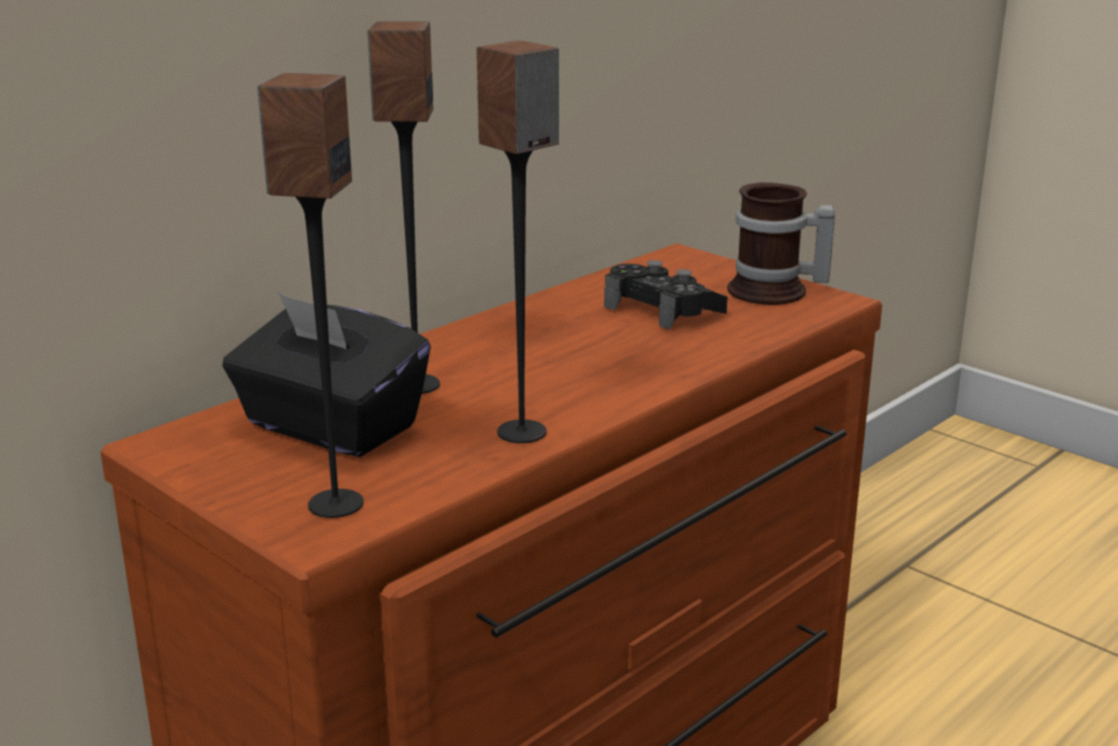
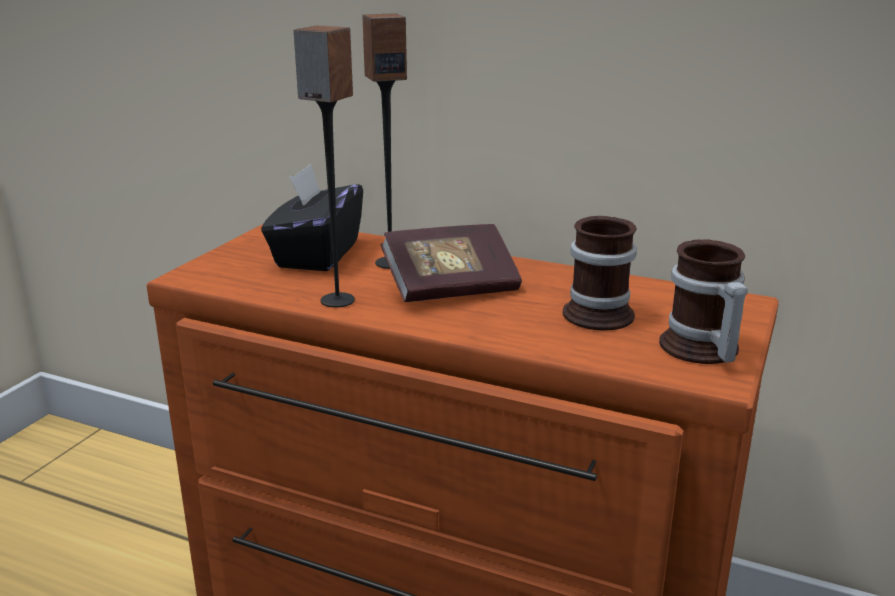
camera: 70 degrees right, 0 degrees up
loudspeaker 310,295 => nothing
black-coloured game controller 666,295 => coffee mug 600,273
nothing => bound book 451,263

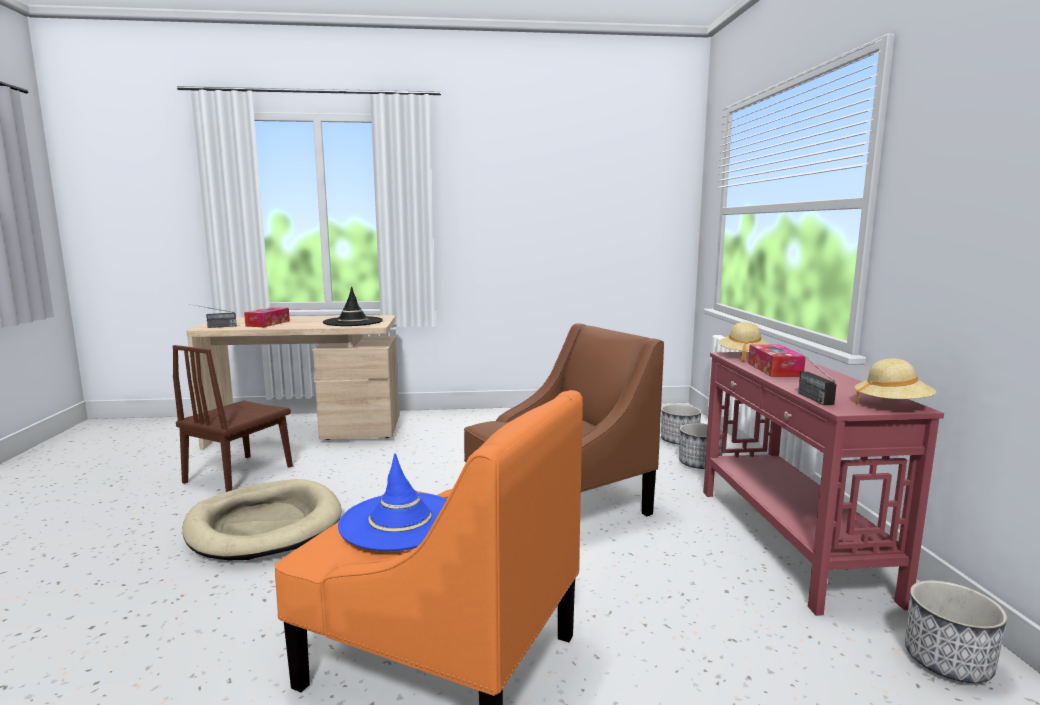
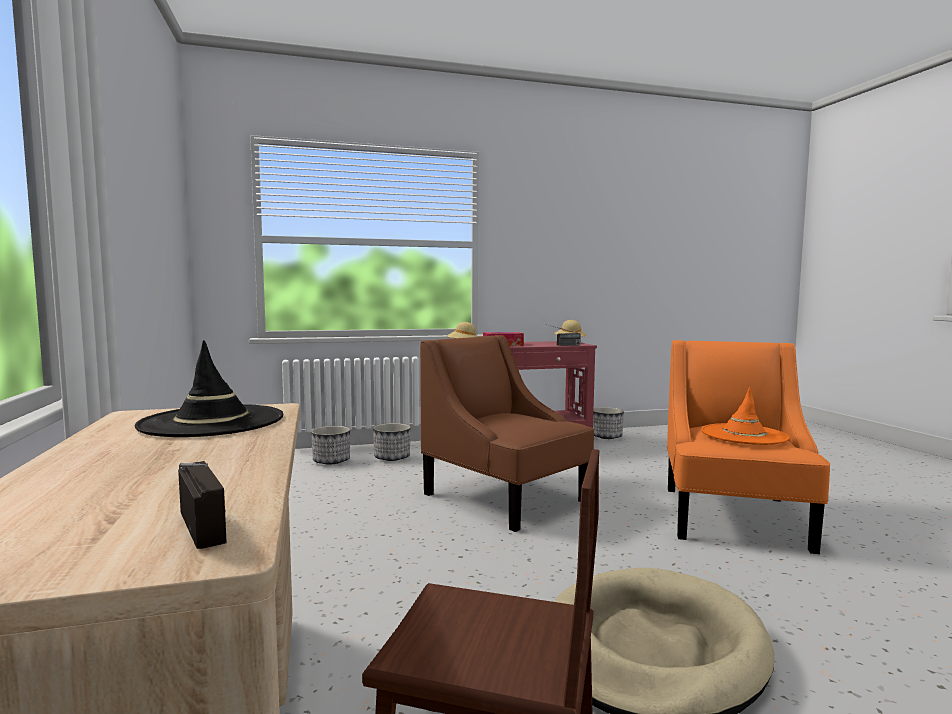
camera: 100 degrees left, 5 degrees down
box of tissues 267,317 => nothing
blue-coloured clothing hat 392,502 => orangey clothing hat 745,416

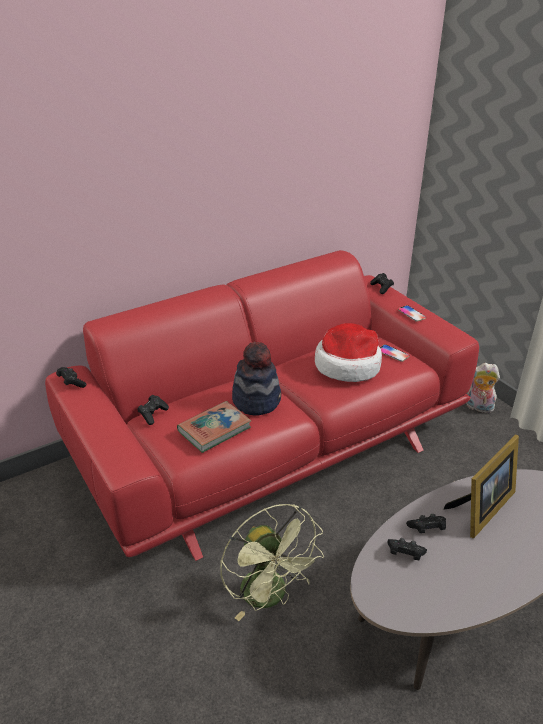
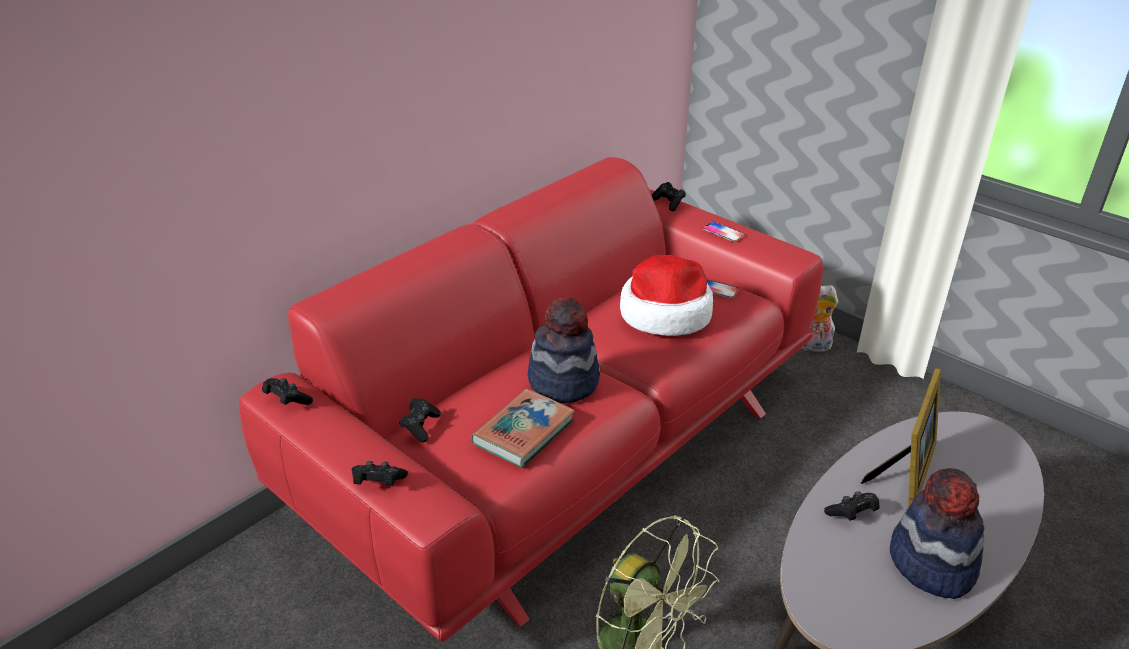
camera: 15 degrees left, 0 degrees up
black-coloured game controller 407,549 => black-coloured game controller 379,473, relocated
nothing => clothing hat 937,533

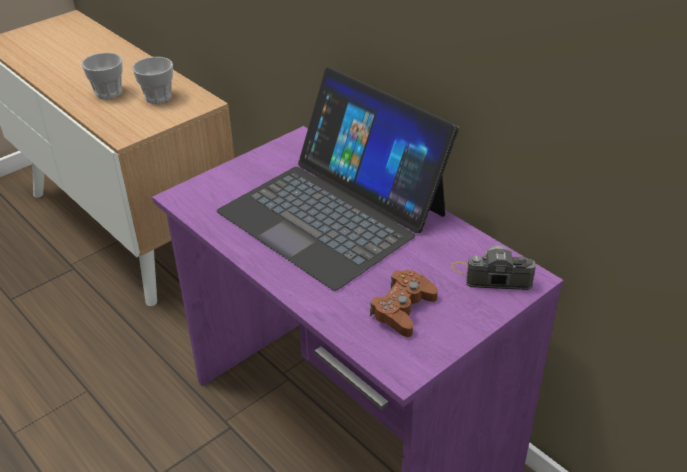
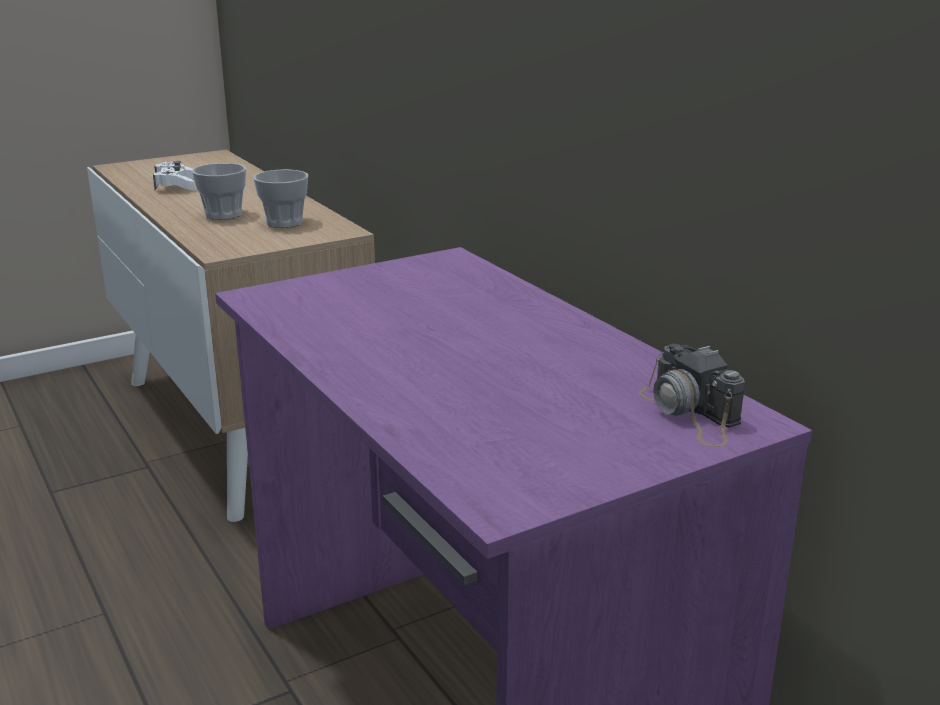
camera: 10 degrees right, 15 degrees down
portable computer 338,179 => nothing
still camera 493,267 => still camera 691,395, 135 degrees counterclockwise
brown-coloured game controller 404,303 => nothing
nothing => whitish game controller 174,176

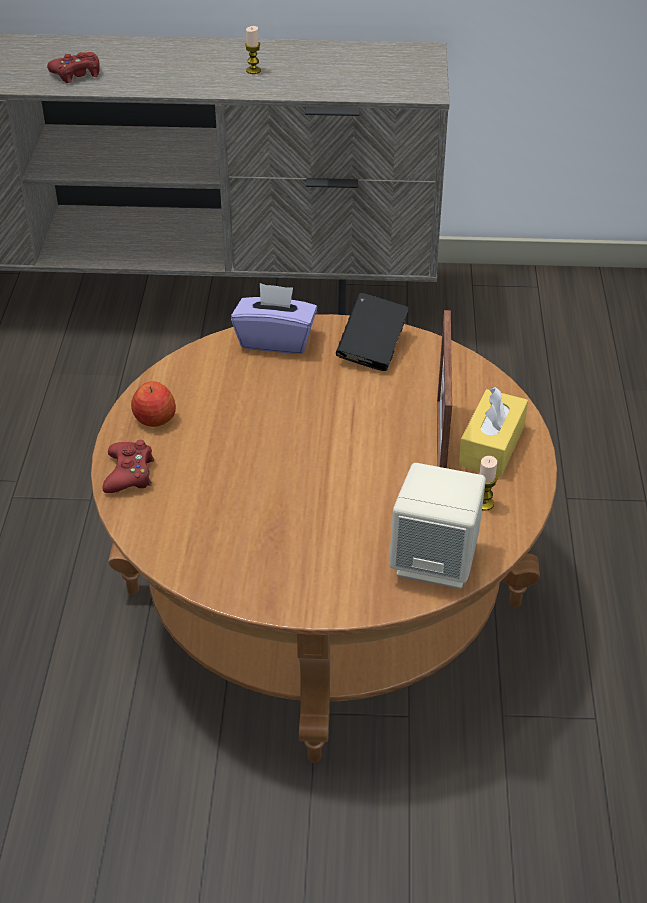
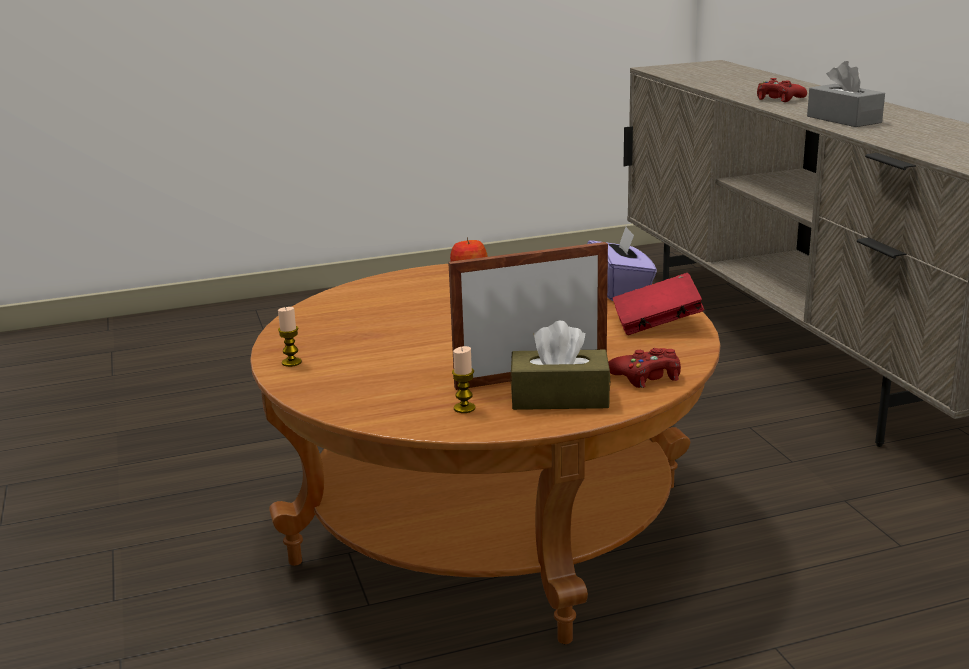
camera: 70 degrees right, 20 degrees down
candle 253,50 => candle 290,337, relocated
black-coloured bound book 372,332 => red bound book 658,304
yellow box of tissues 493,432 => brown-coloured box of tissues 560,365
red game controller 128,466 => red game controller 644,368, relocated
beige-coloured loudspeaker 437,526 => nothing
nothing => gray box of tissues 846,94

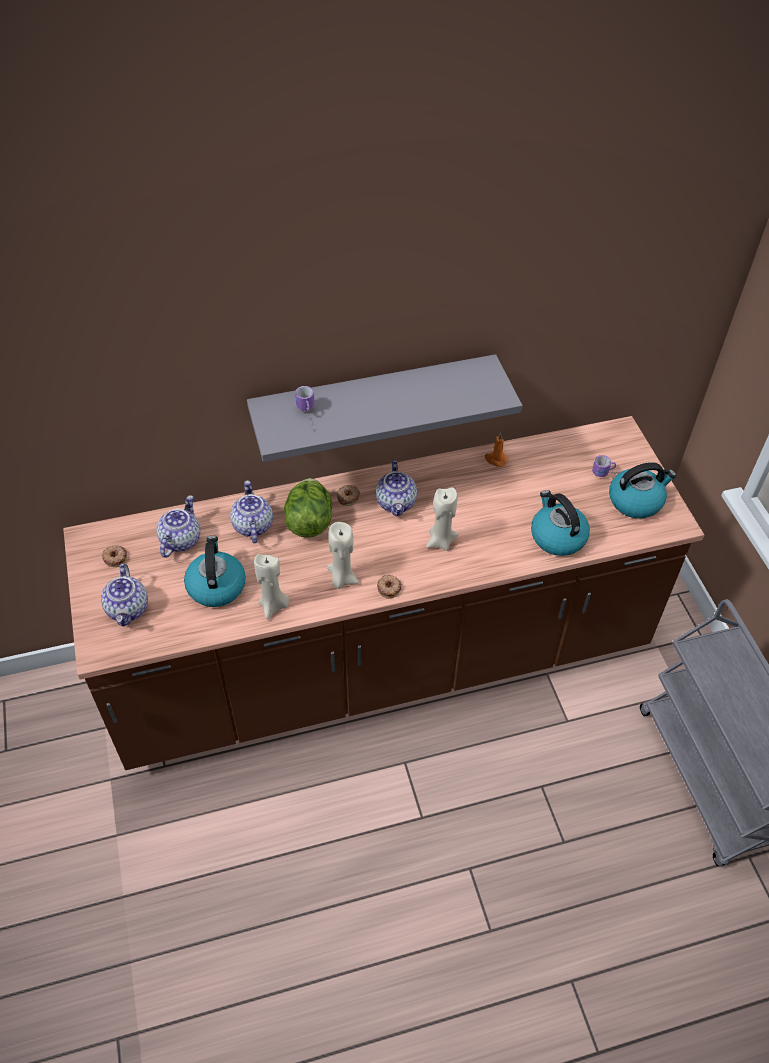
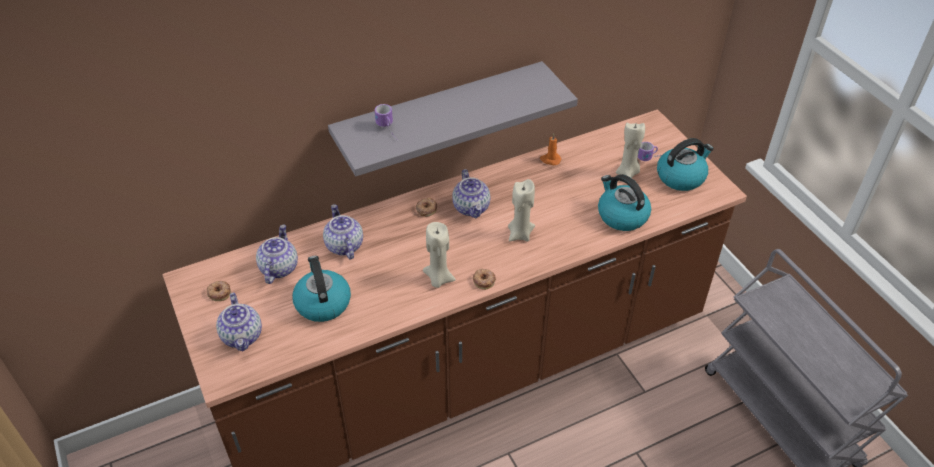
camera: 10 degrees left, 5 degrees down
lettuce 308,508 => nothing
beige-coloured candle 271,587 => beige-coloured candle 630,150, relocated

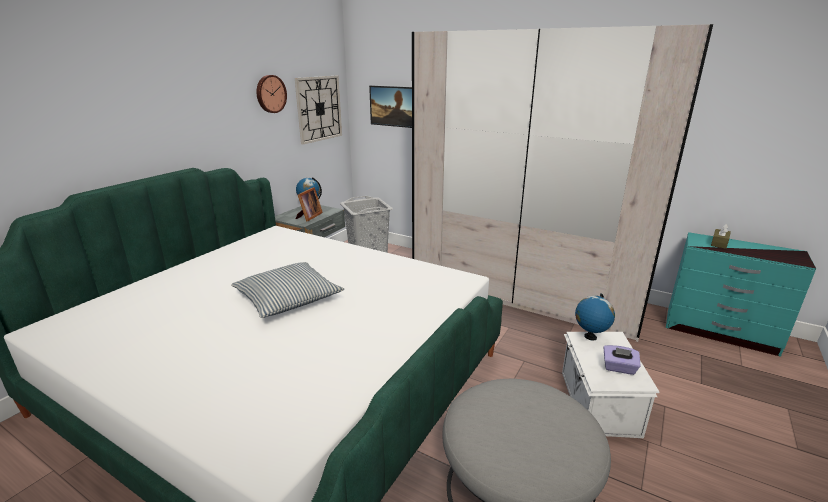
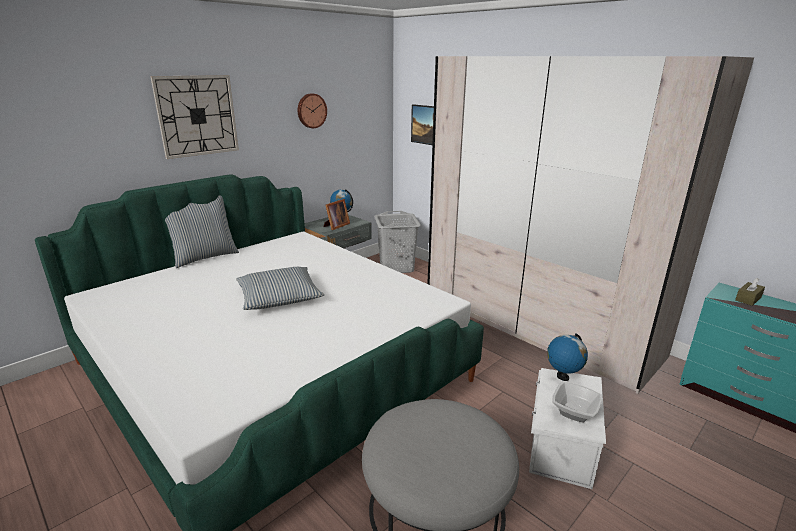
camera: 15 degrees right, 0 degrees up
clock on the wall 318,110 => clock on the wall 194,117, relocated
purple-coloured box of tissues 622,360 => serving bowl 577,402
nothing => cushion 202,231

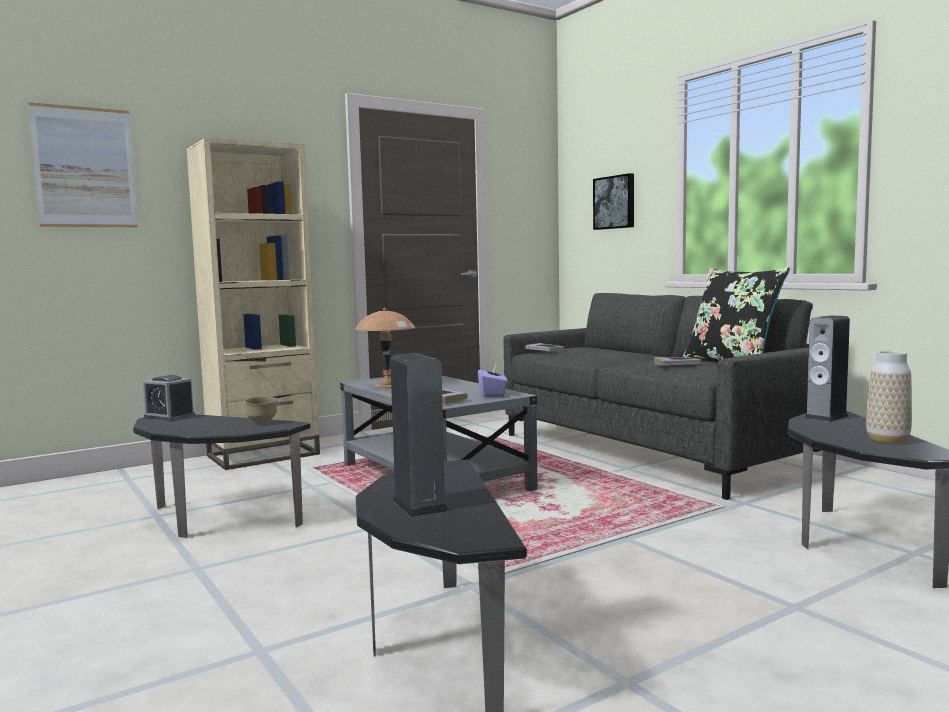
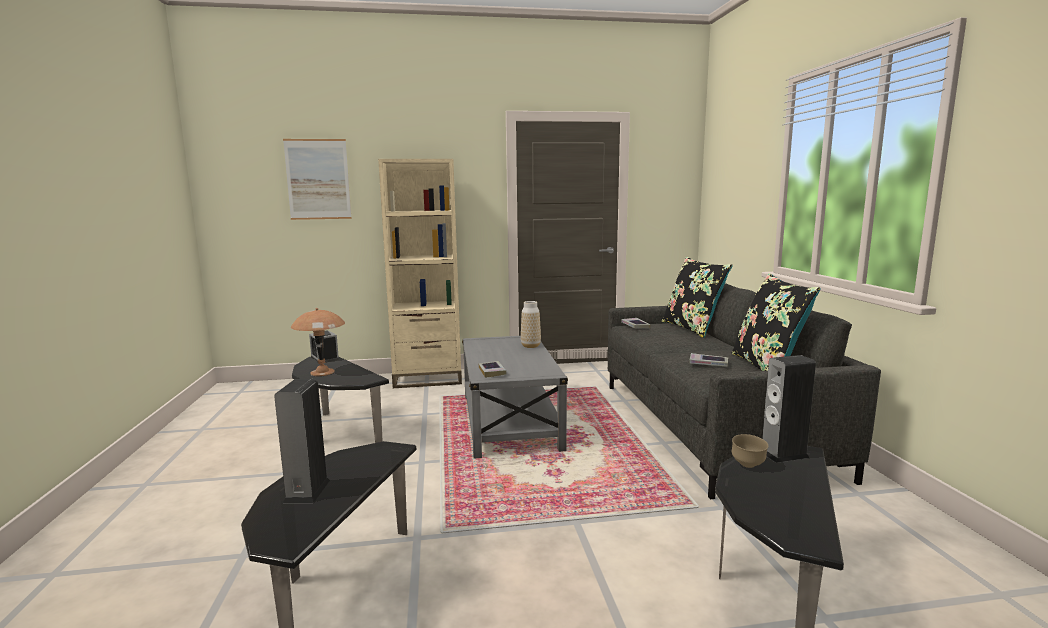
camera: 25 degrees right, 5 degrees up
wall art 613,201 => nothing
brown-coloured lamp for a table 385,348 => brown-coloured lamp for a table 318,342, relocated
flower vase 889,397 => flower vase 531,324, relocated
purple-coloured box of tissues 492,380 => nothing
brown-coloured serving bowl 261,410 => brown-coloured serving bowl 750,451, relocated
nothing => black-coloured cushion 697,297

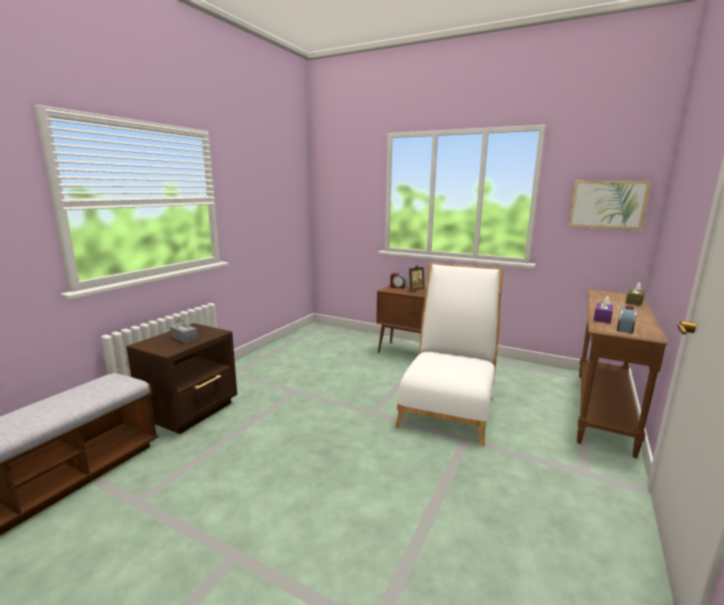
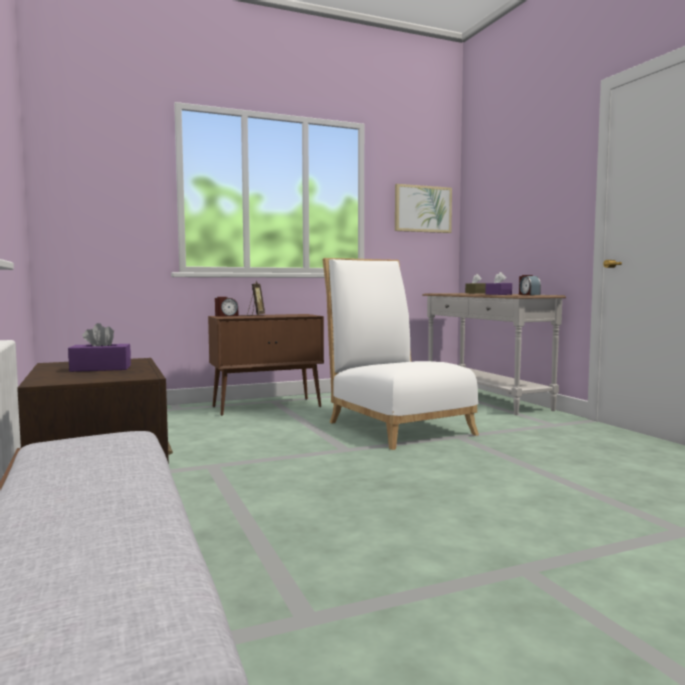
camera: 50 degrees left, 10 degrees down
brown-coloured console table 622,374 => whitish console table 494,354
gray box of tissues 184,330 => purple-coloured box of tissues 99,347

